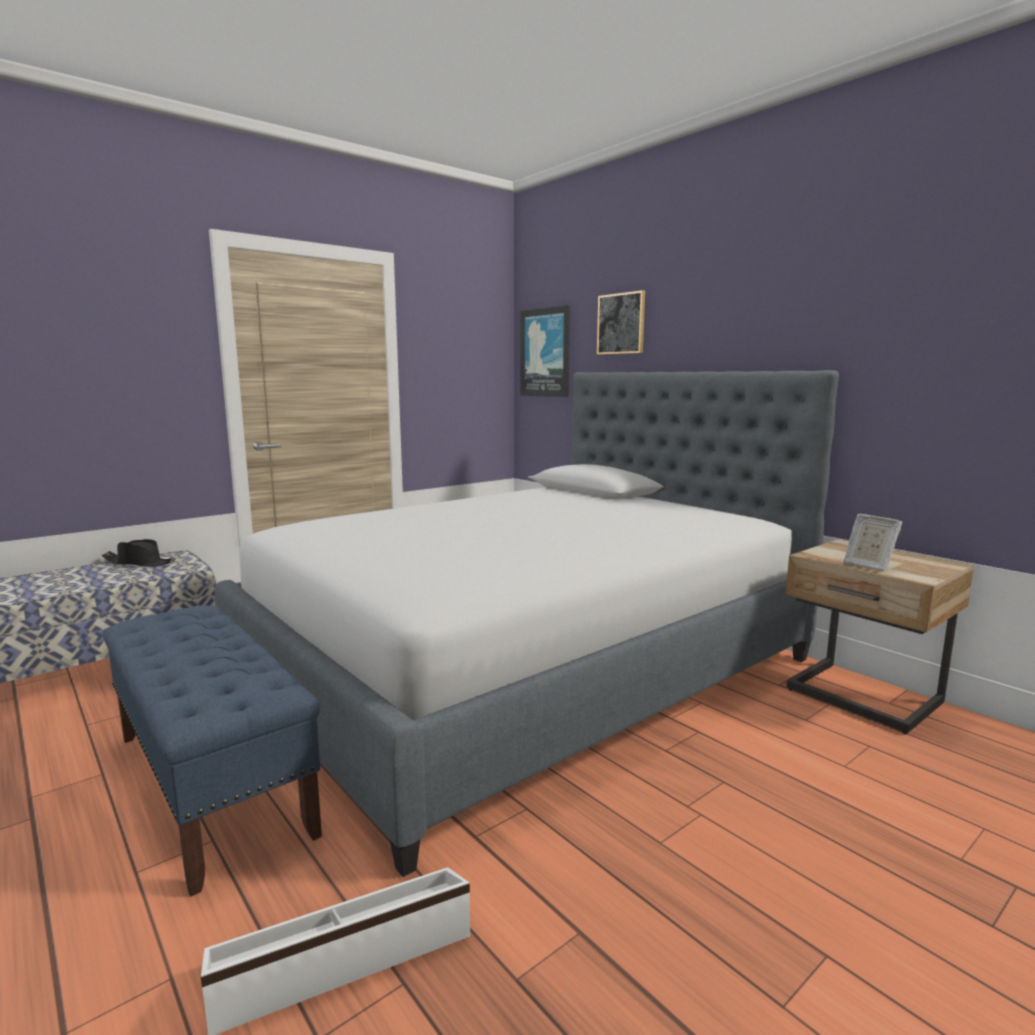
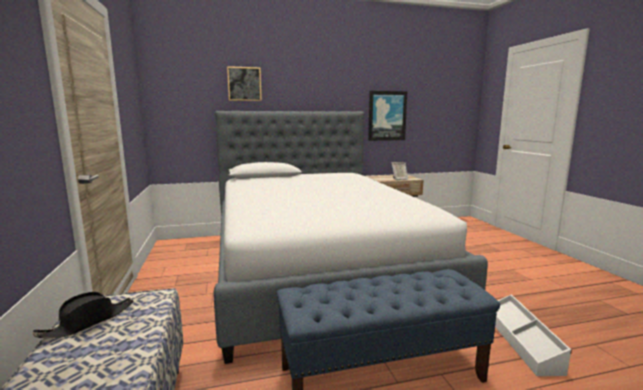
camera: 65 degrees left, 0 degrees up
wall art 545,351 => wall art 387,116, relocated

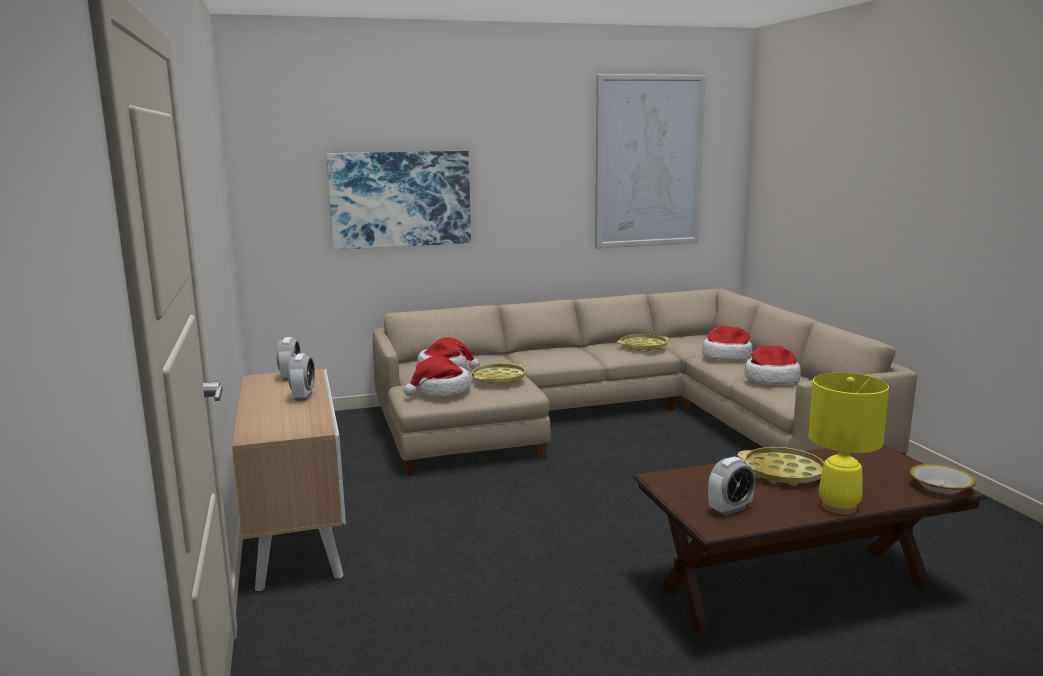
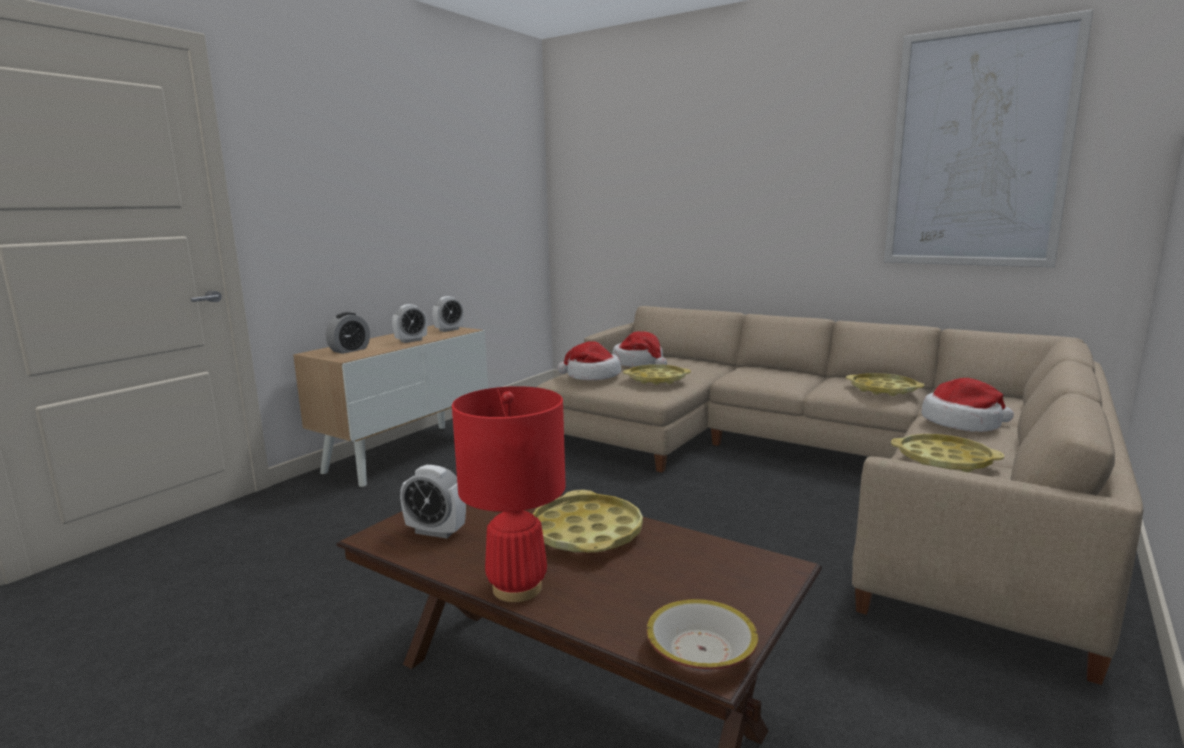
camera: 50 degrees right, 0 degrees up
wall art 398,200 => nothing
clothing hat 772,365 => yellow serving tray 947,453
yellow lamp for a table 848,443 => red lamp for a table 509,494
nothing => table clock 348,333

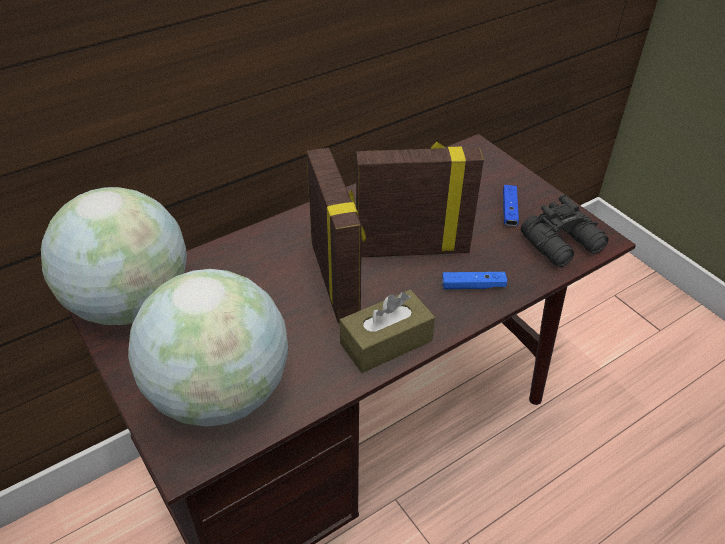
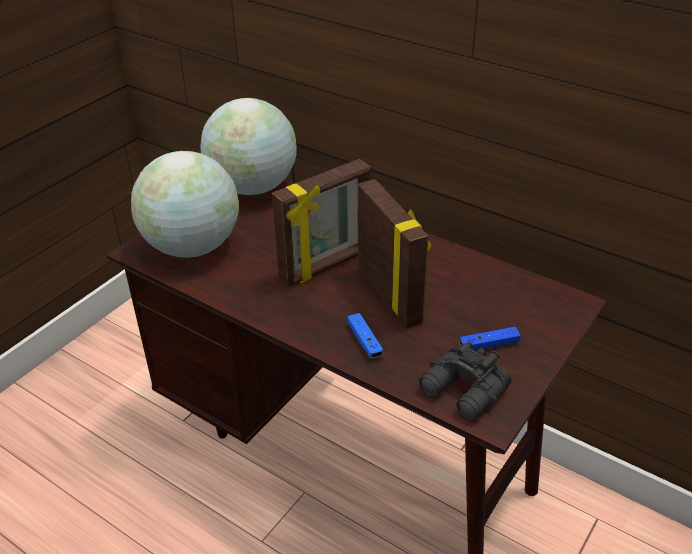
camera: 70 degrees right, 5 degrees down
brown-coloured box of tissues 387,331 => nothing

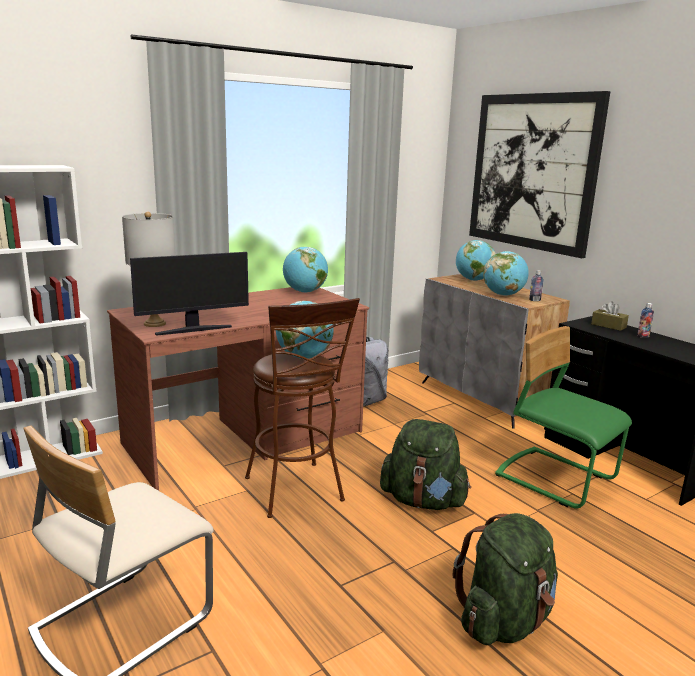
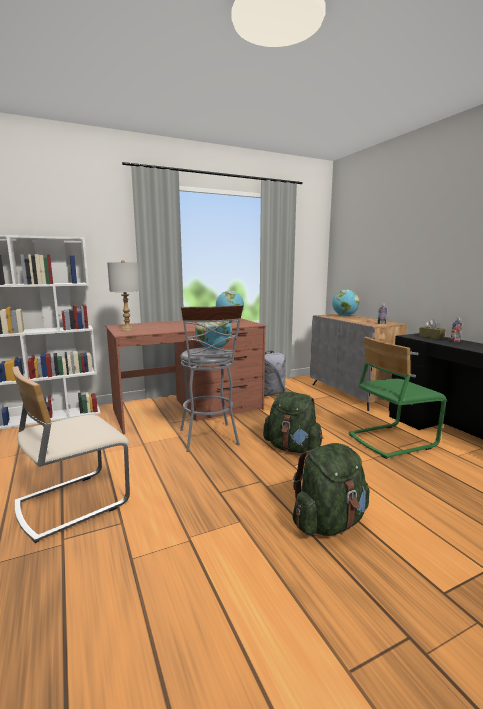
camera: 10 degrees right, 5 degrees down
wall art 539,174 => nothing
desk globe 506,273 => nothing
computer display 189,294 => nothing
brown-coloured sitting stool 302,408 => gray sitting stool 211,378
greenish plain chair 563,417 => greenish plain chair 398,398, 75 degrees counterclockwise

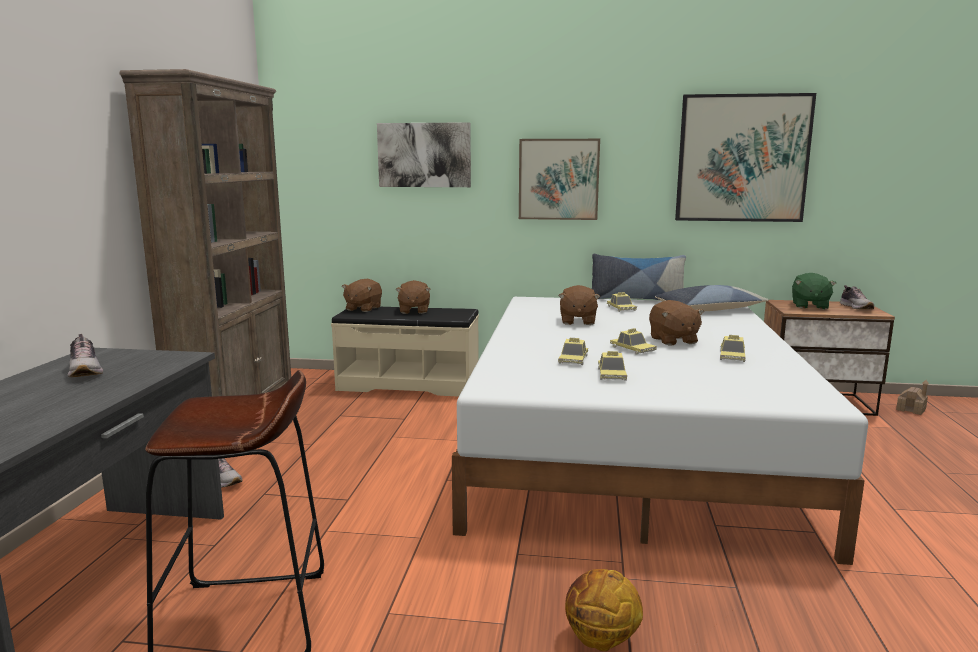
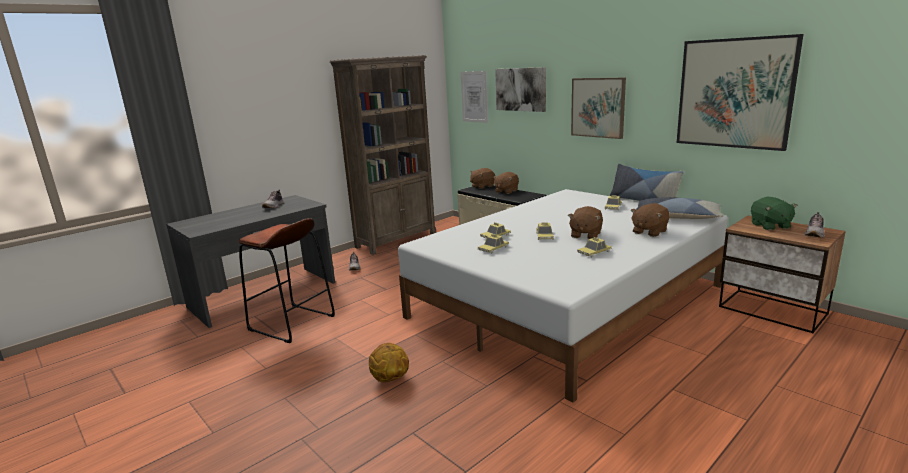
camera: 40 degrees right, 5 degrees up
greenish cuddly toy 814,291 => greenish cuddly toy 774,214, 60 degrees counterclockwise
brown-coloured cuddly toy 579,305 => brown-coloured cuddly toy 650,220, relocated
toy house 912,397 => nothing
nothing => wall art 474,97

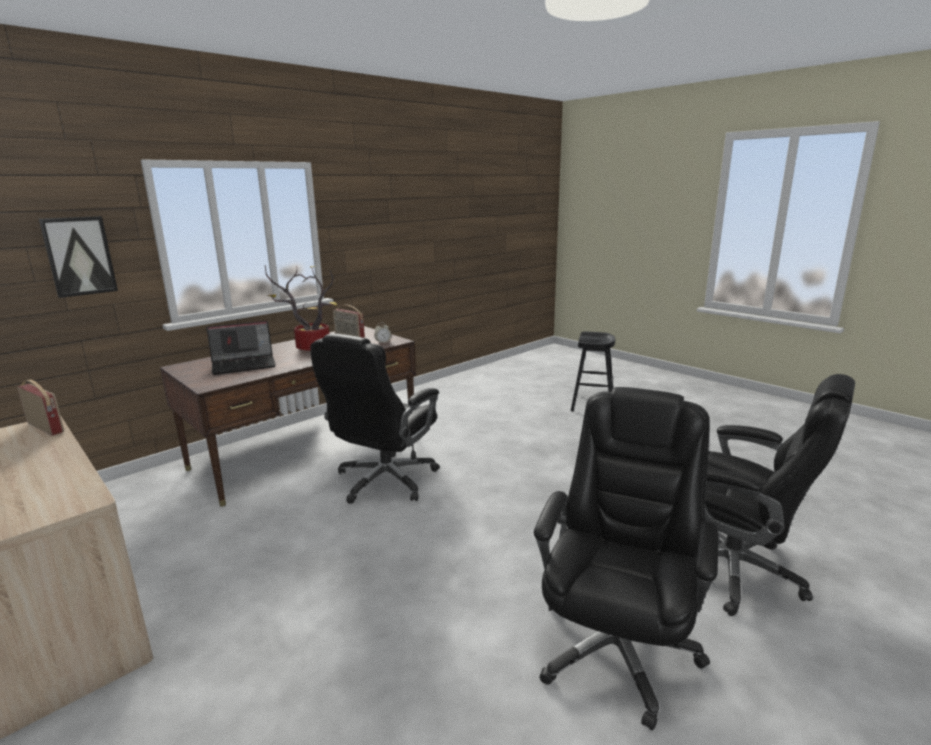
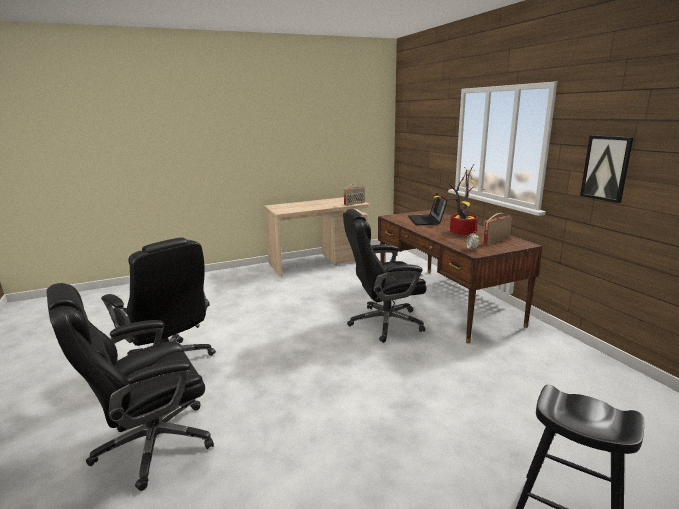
camera: 110 degrees right, 0 degrees up
wall art 78,257 => wall art 607,169, relocated
black-coloured office chair 375,419 => black-coloured office chair 385,276, 60 degrees counterclockwise

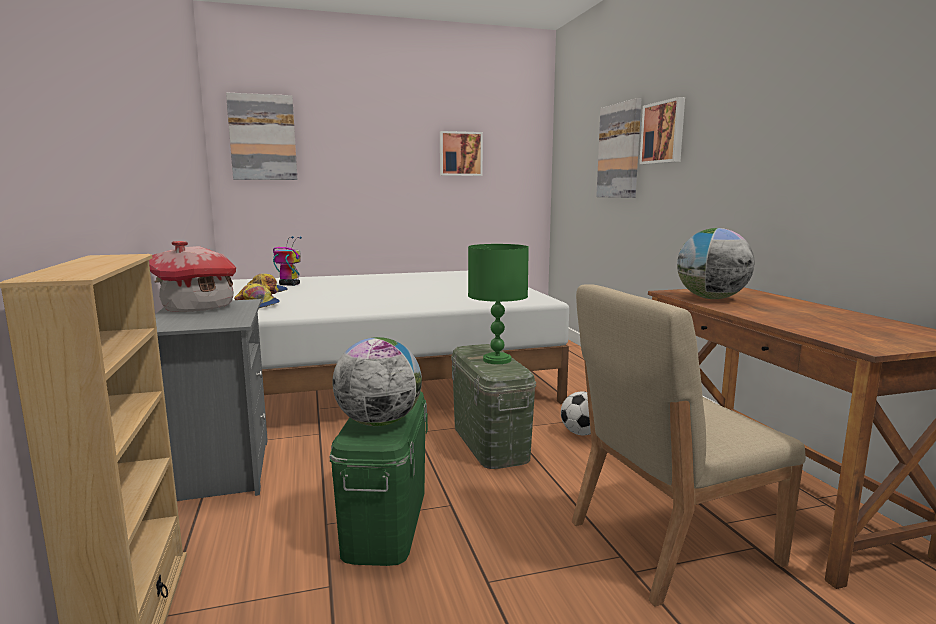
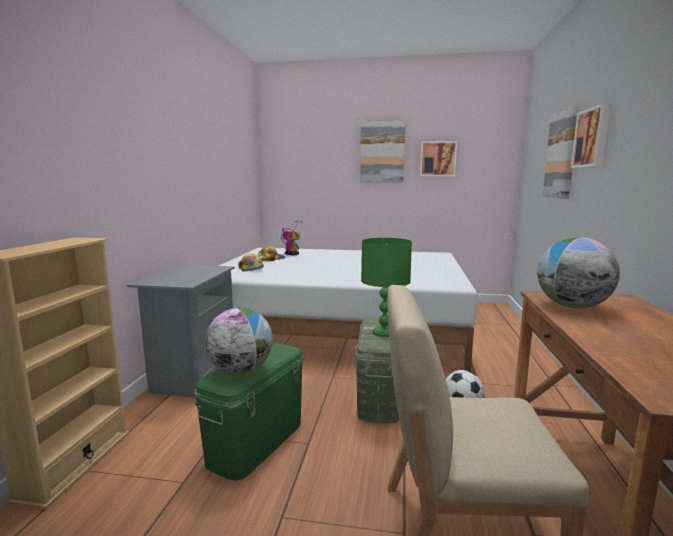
camera: 25 degrees right, 0 degrees up
wall art 262,136 => wall art 383,151, relocated
toy house 192,276 => nothing

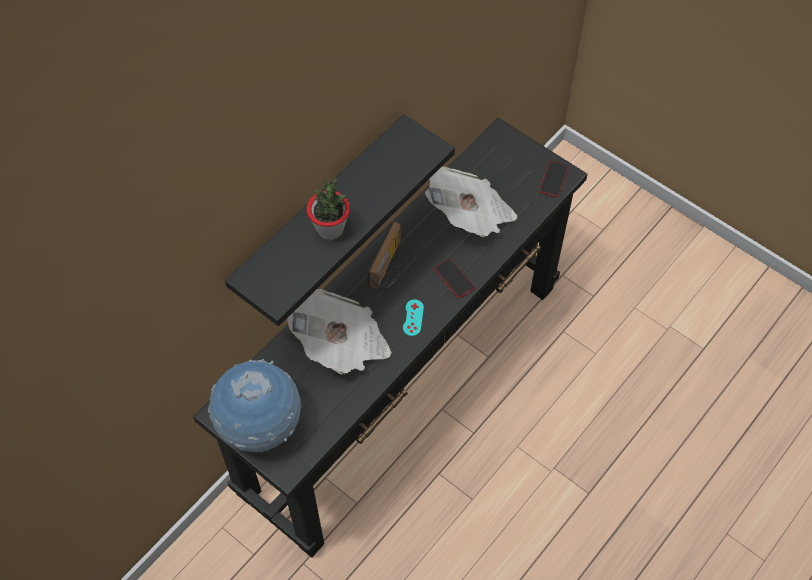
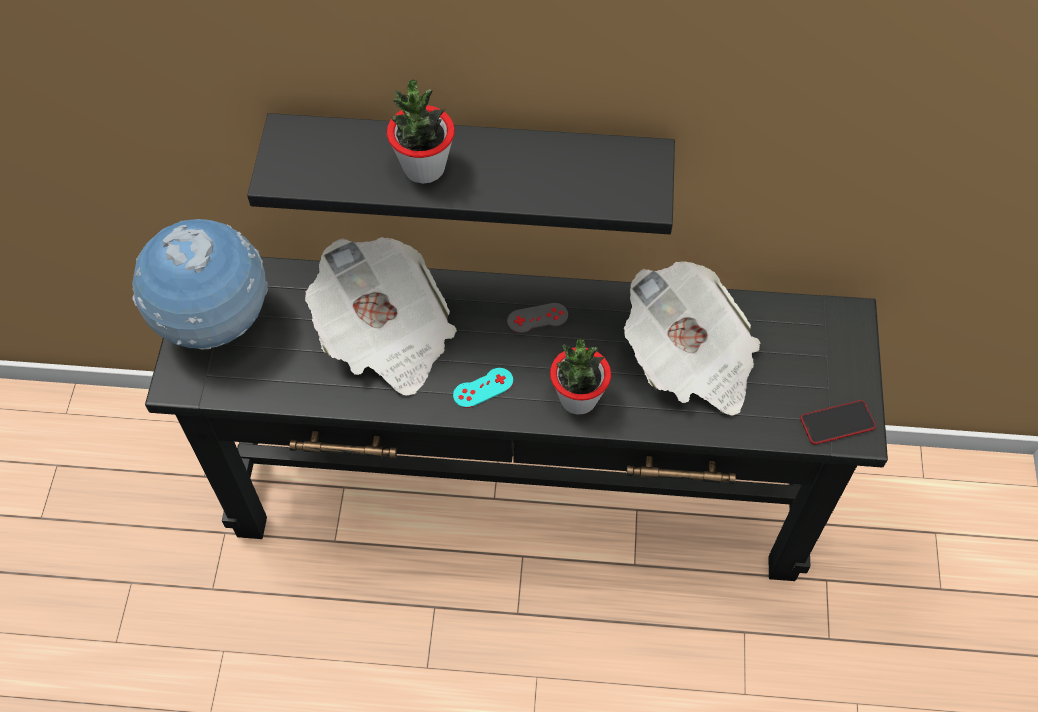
camera: 55 degrees right, 0 degrees up
radio receiver 384,256 => gray game controller 537,318
phone 454,278 => houseplant 580,377

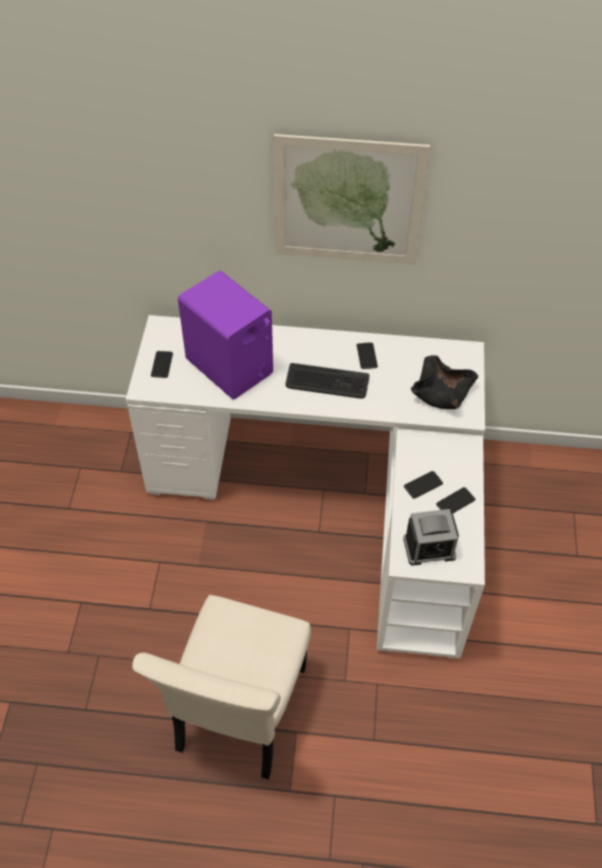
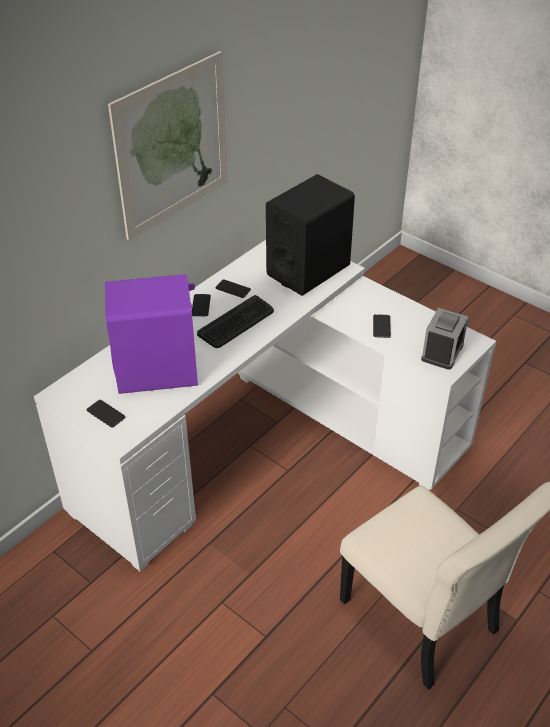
camera: 55 degrees left, 10 degrees down
black-coloured serving bowl 444,382 => black-coloured loudspeaker 310,235
phone 455,500 => phone 201,305, relocated

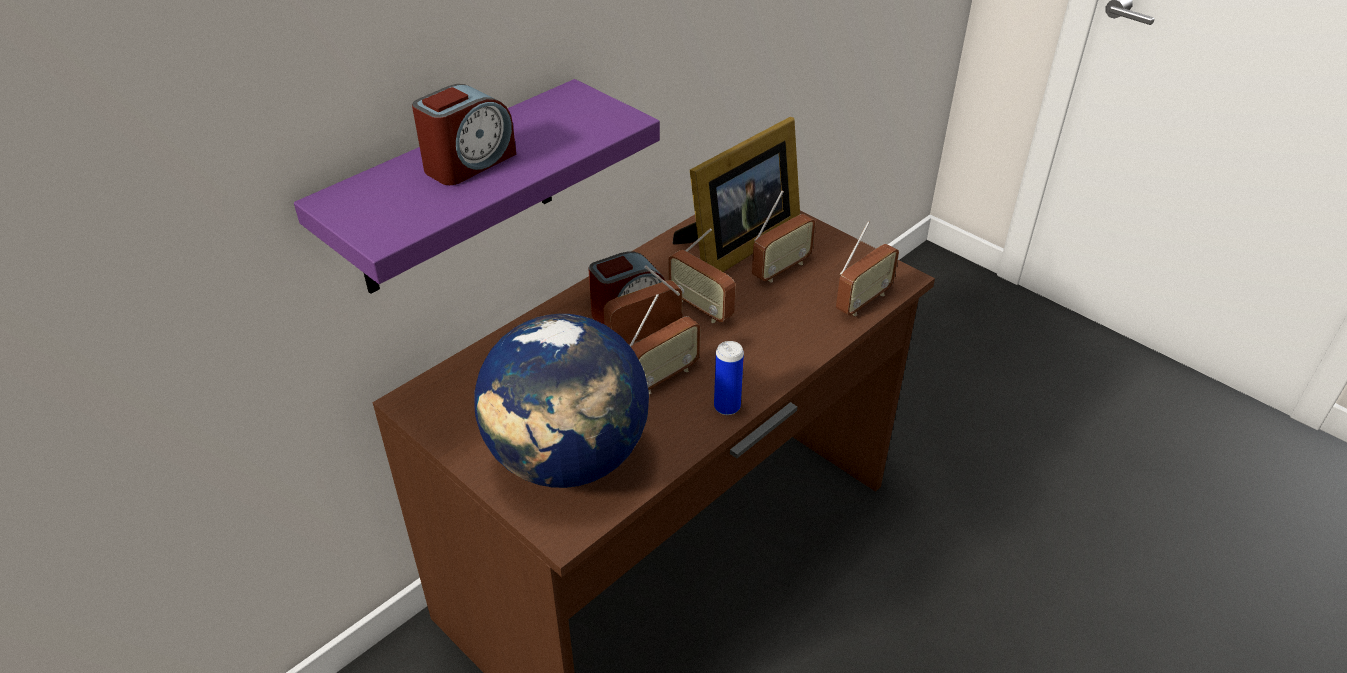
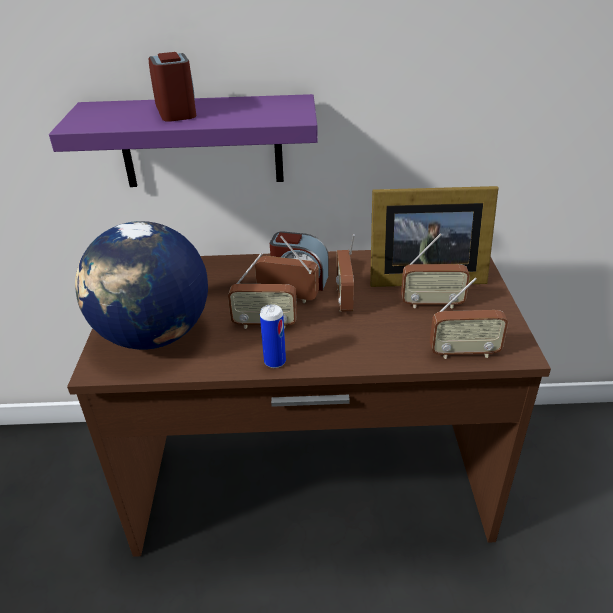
camera: 45 degrees right, 5 degrees down
table clock 464,134 => table clock 172,87, 105 degrees counterclockwise

